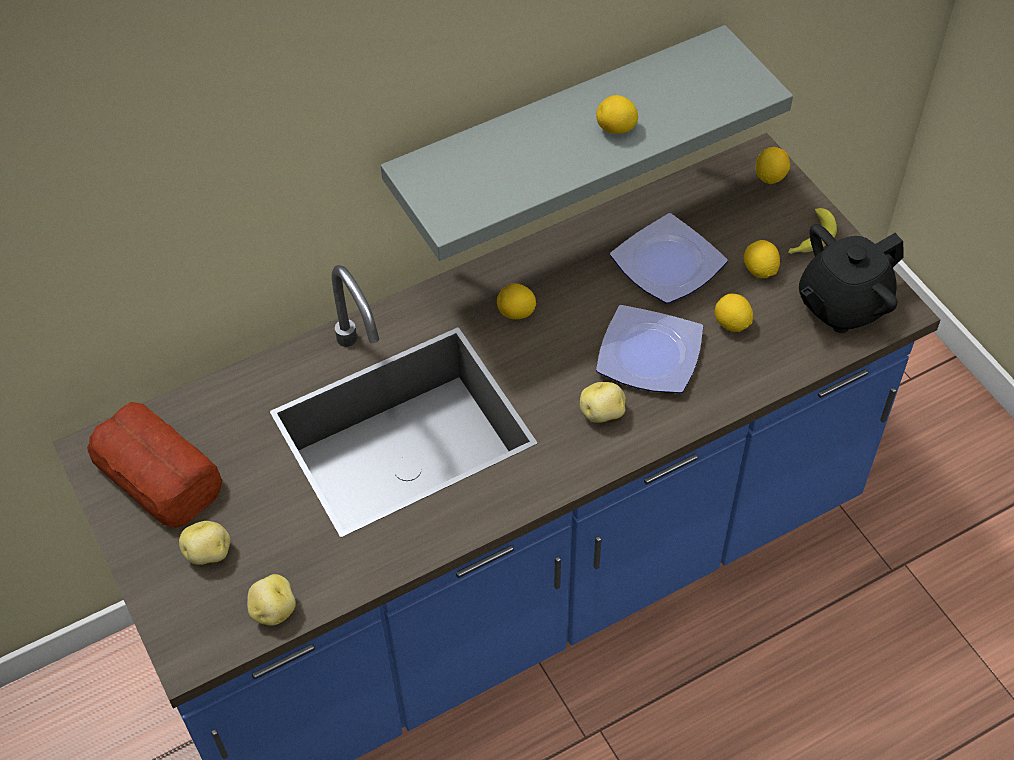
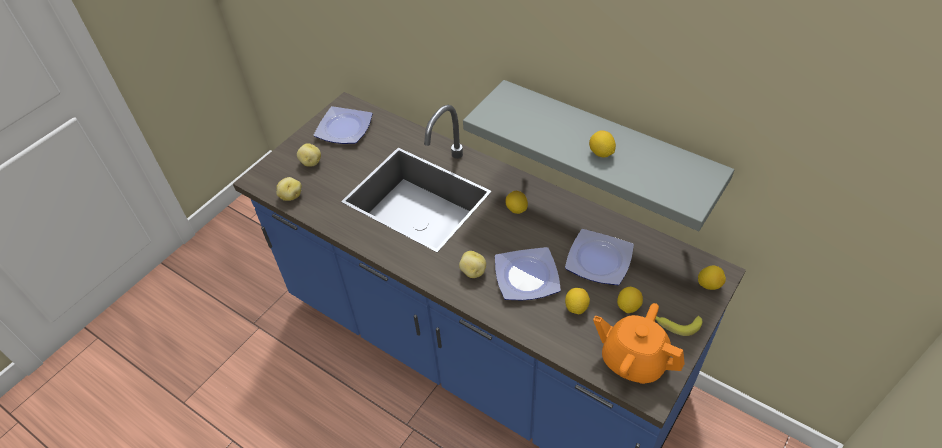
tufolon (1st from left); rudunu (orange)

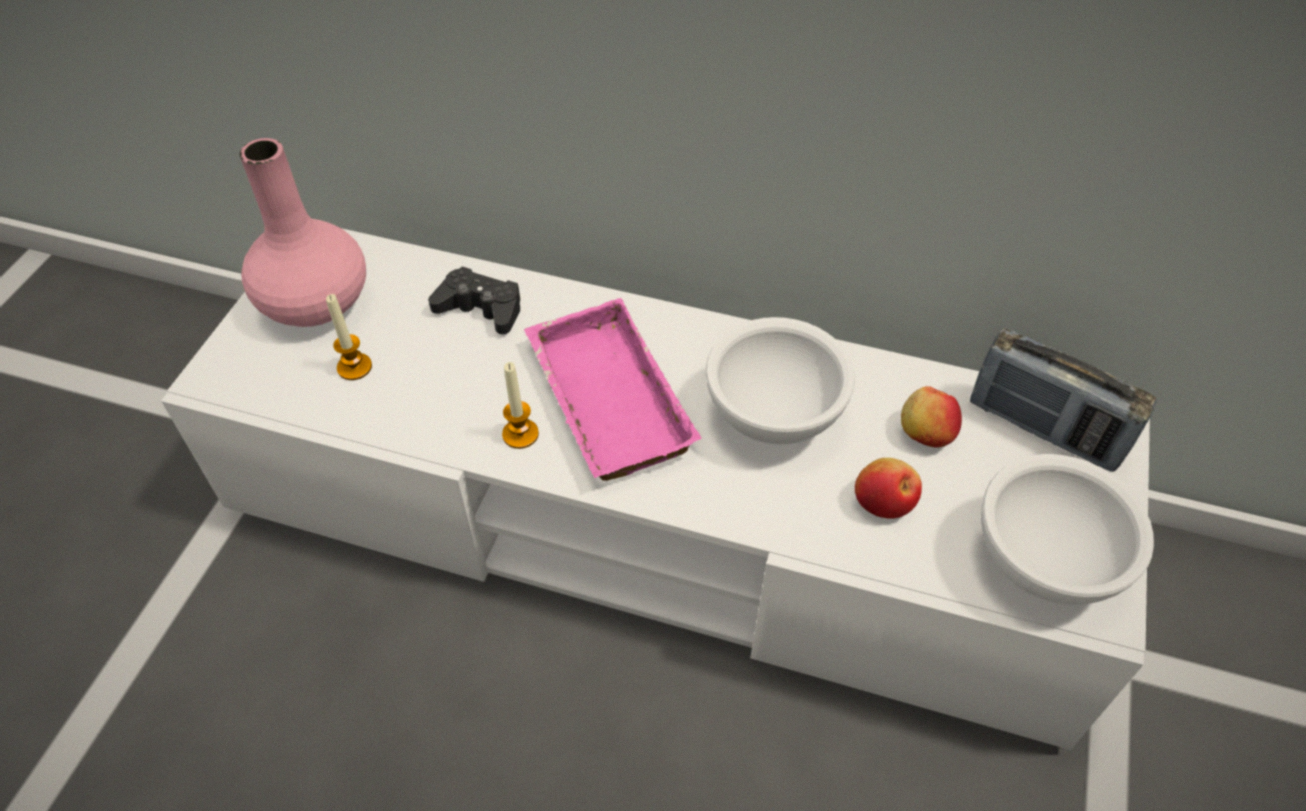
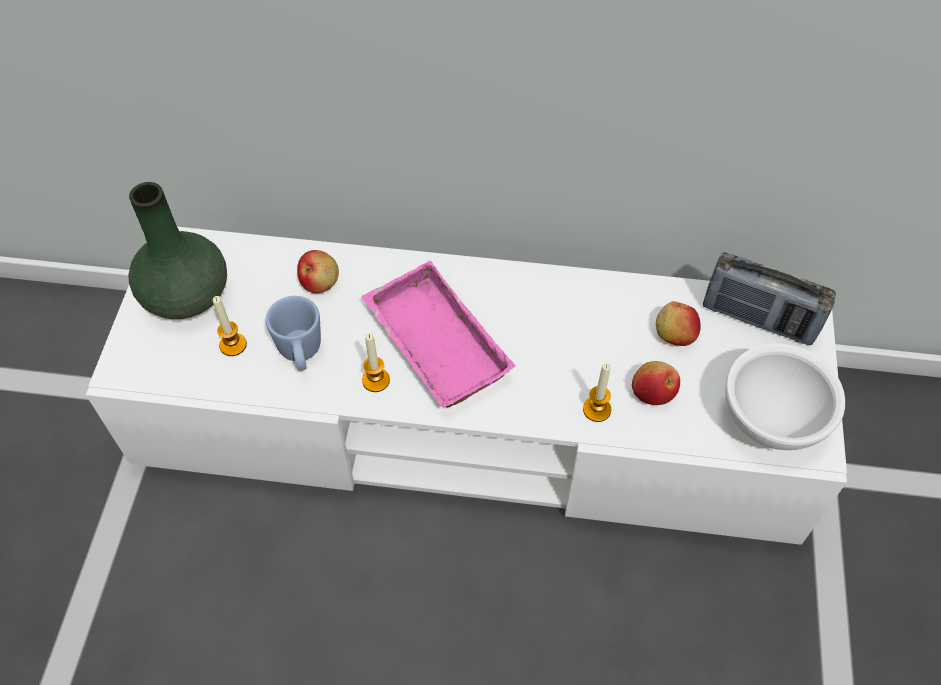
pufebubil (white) (1st from left in the first image); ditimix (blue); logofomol (3rd from left); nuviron (1st from left); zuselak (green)

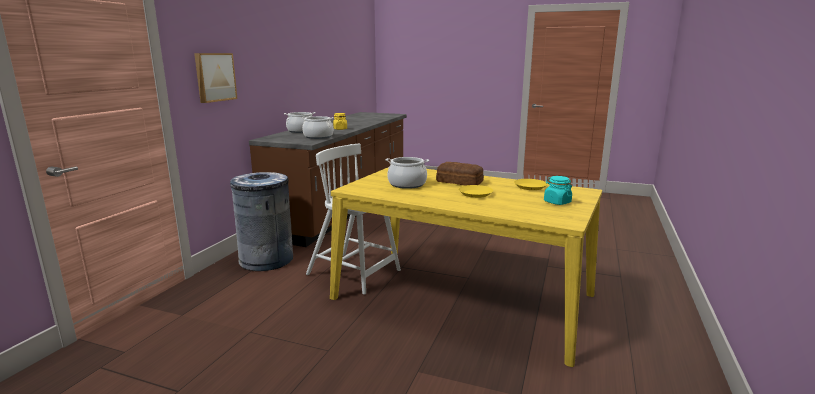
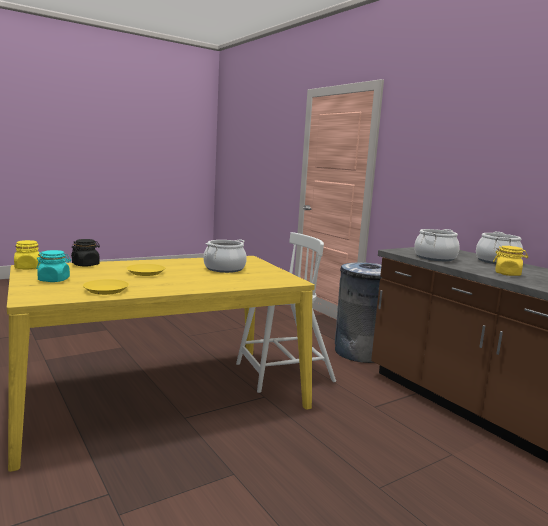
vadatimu; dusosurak; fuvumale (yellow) (1st from left); fuvumale (black)

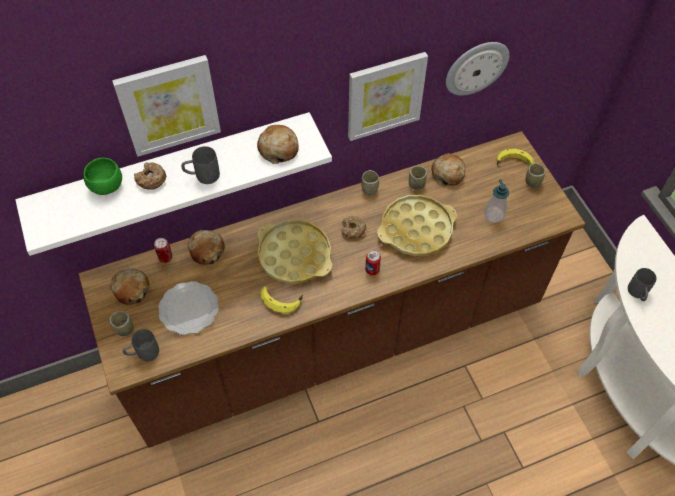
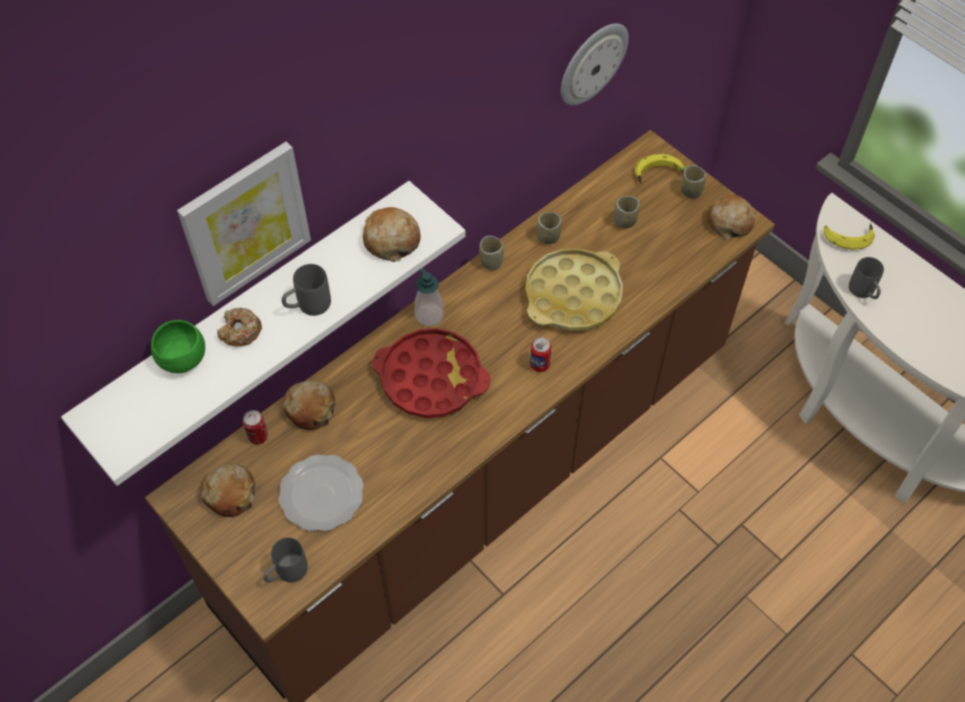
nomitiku (2nd from left in the first image); vadatimu (2nd from left in the first image); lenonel (3rd from left); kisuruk (2nd from left); dusosurak (4th from left); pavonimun; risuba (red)

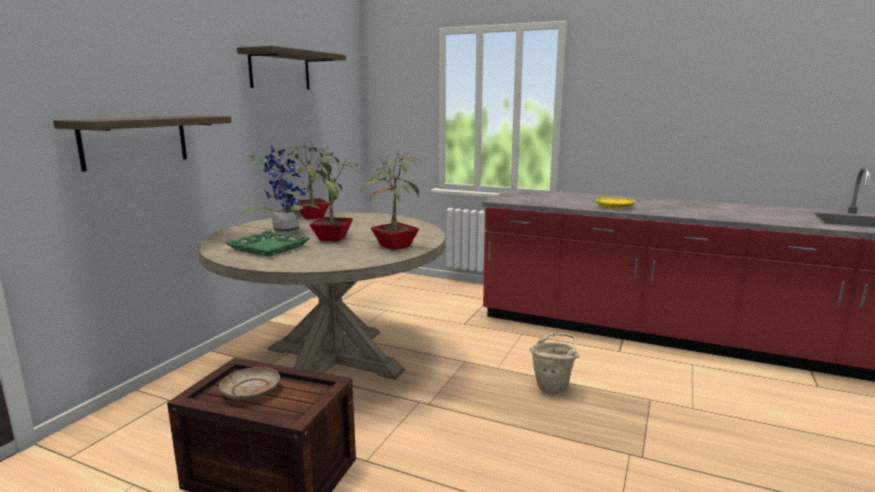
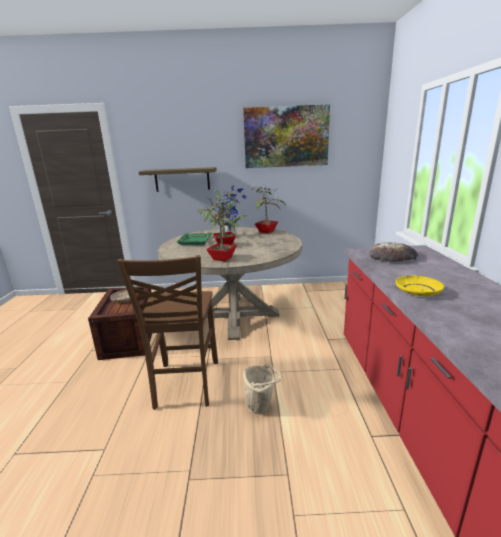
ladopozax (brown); dusosurak; vadatimu

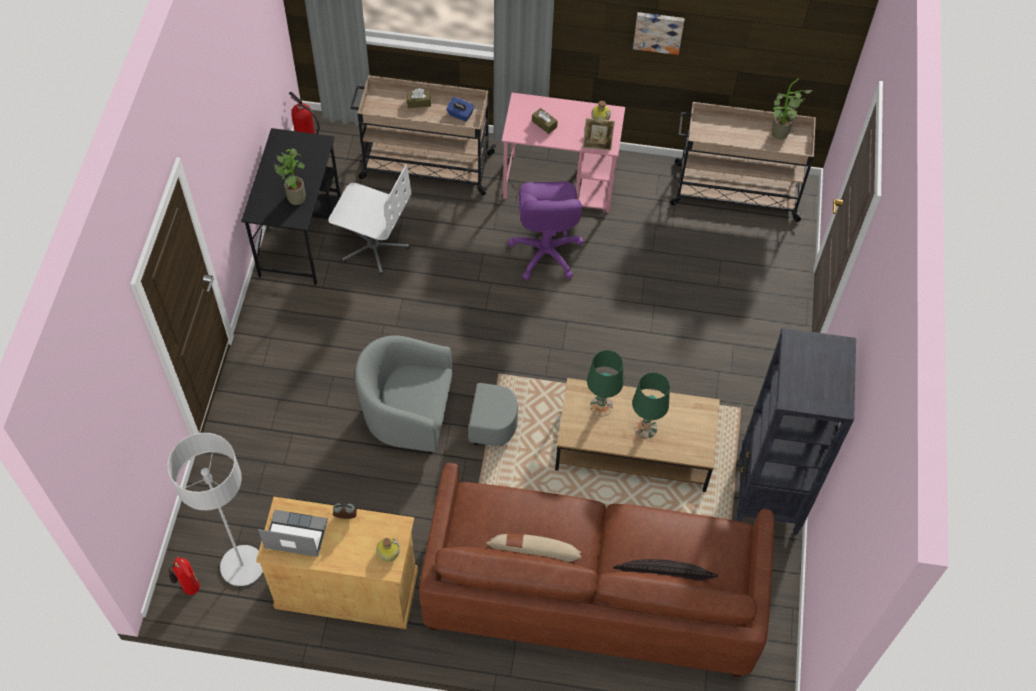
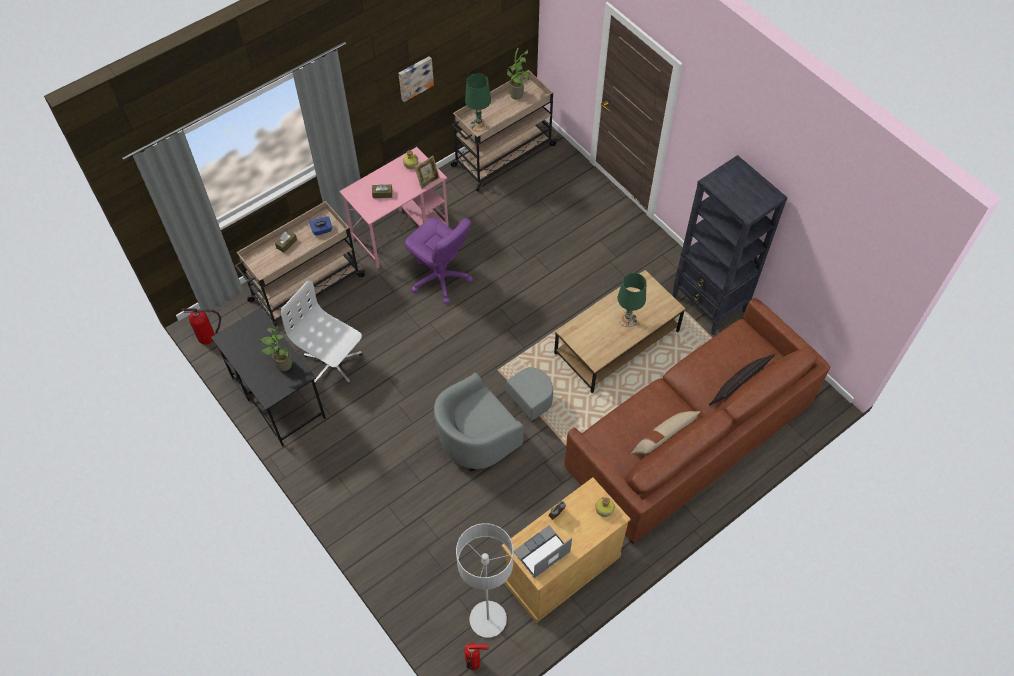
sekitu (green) (1st from left); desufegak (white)

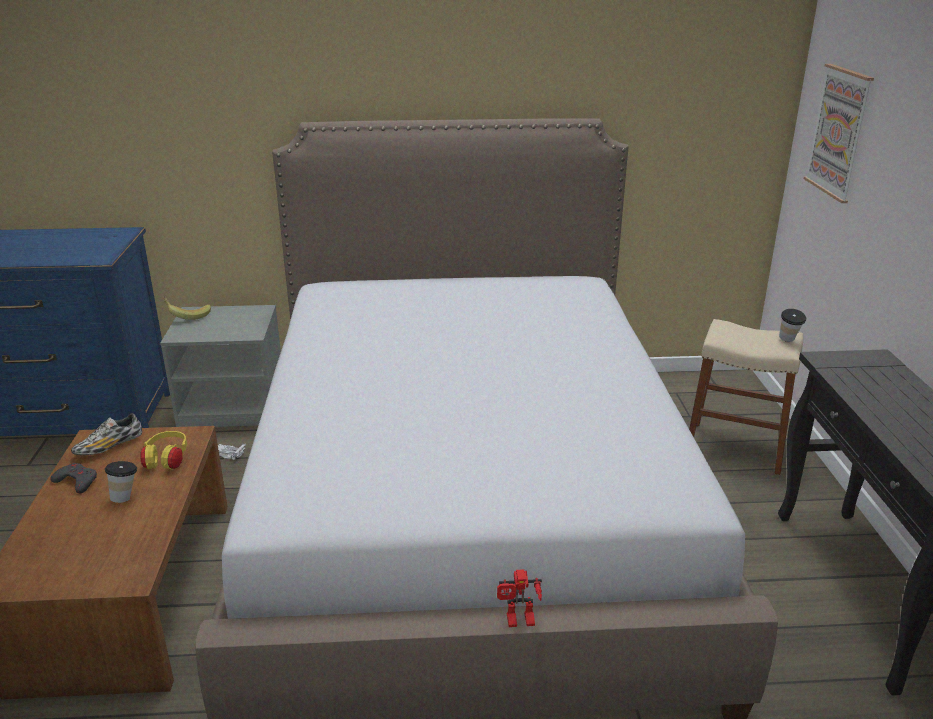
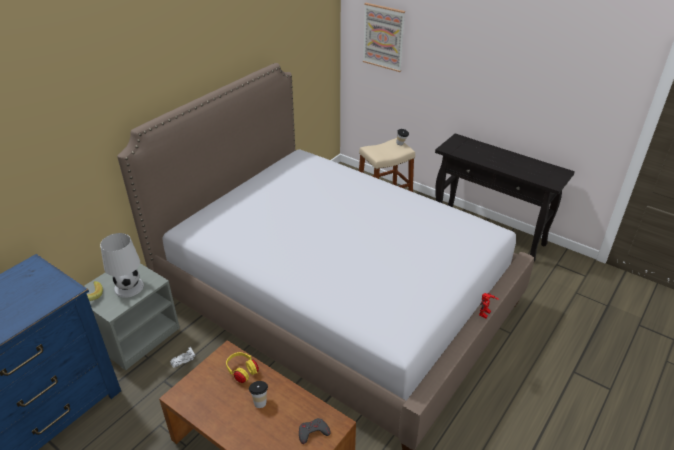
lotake; sekitu (white); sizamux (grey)

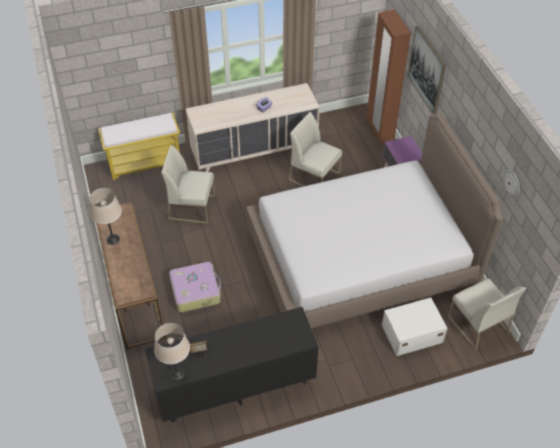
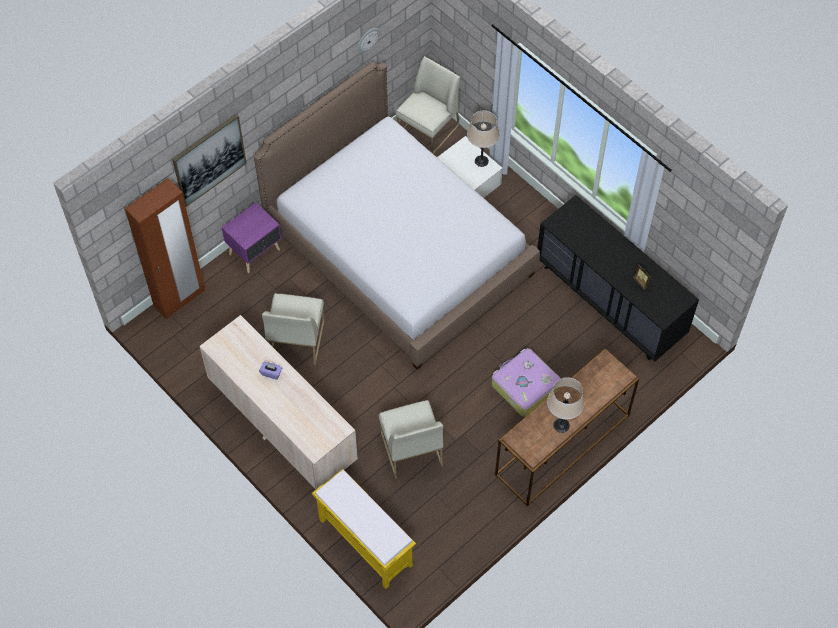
sekitu (beige) (1st from left)

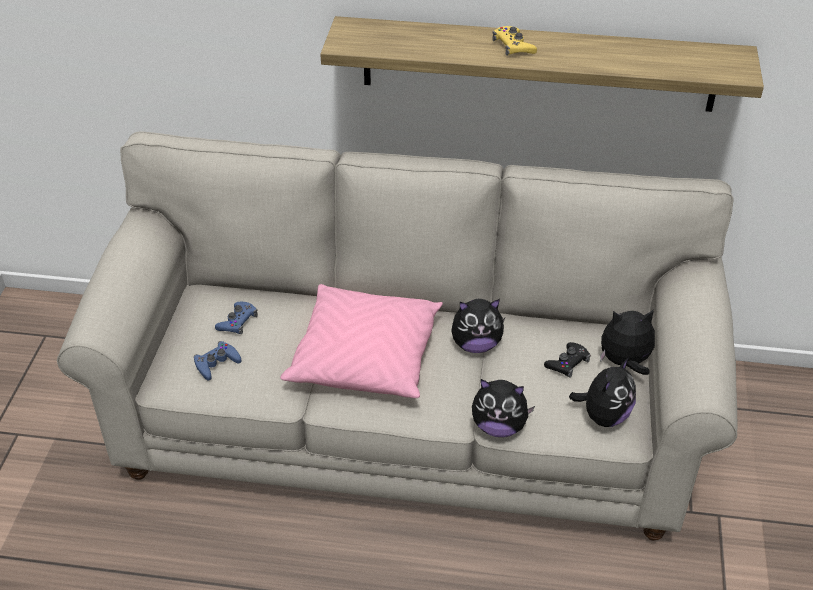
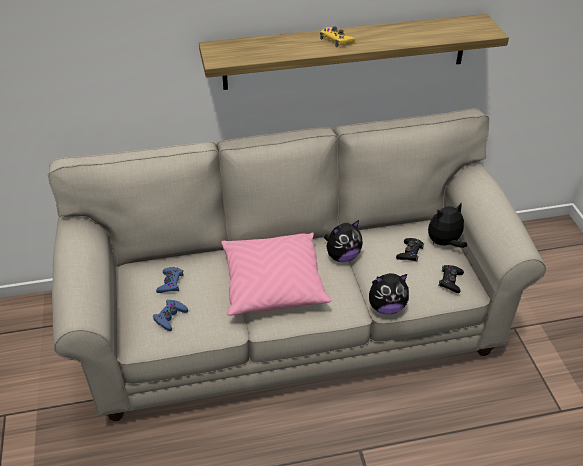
sizamux (black) (2nd from left)

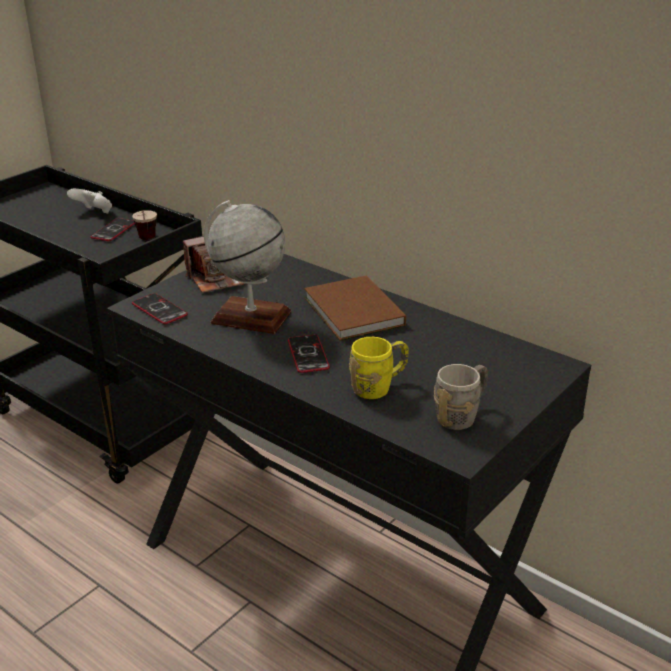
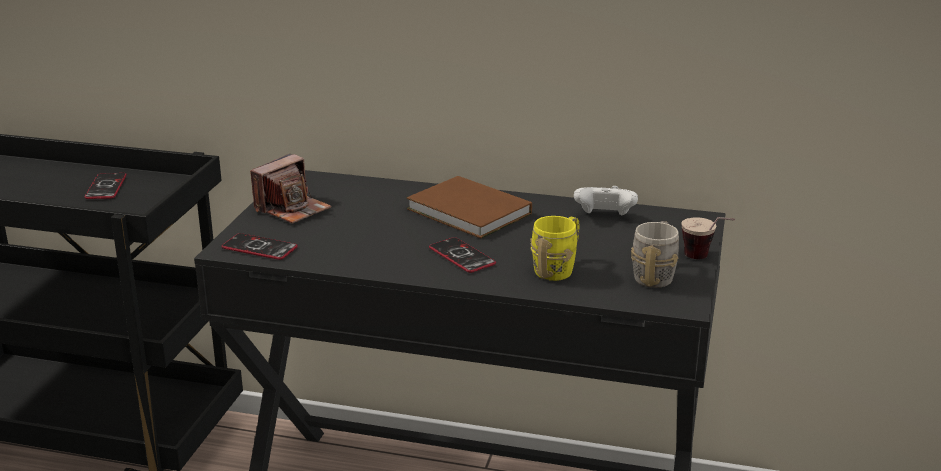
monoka; sizamux (white); lenonel

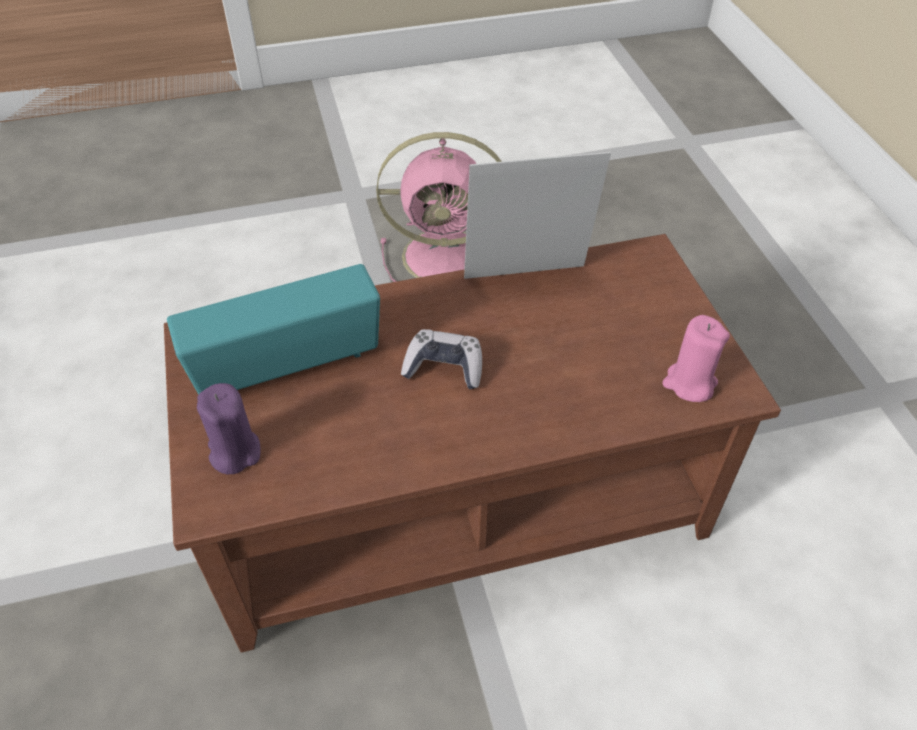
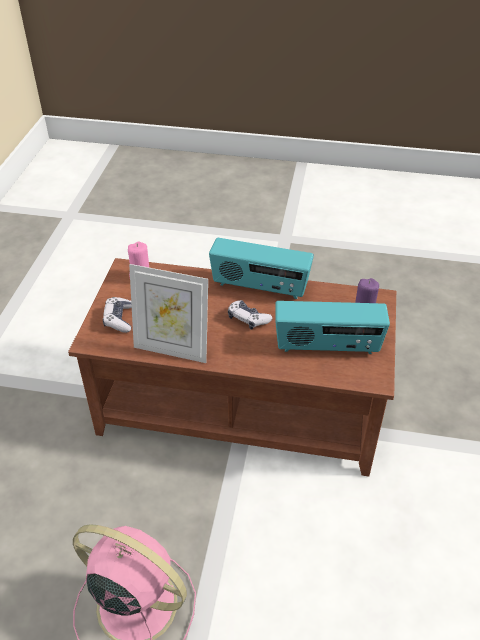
sizamux (1st from left); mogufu (1st from left)

